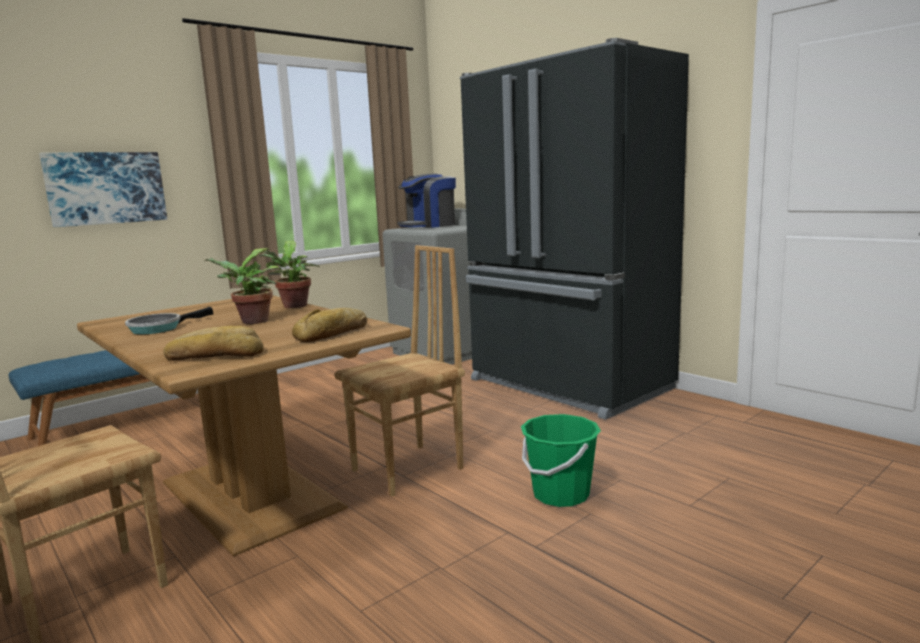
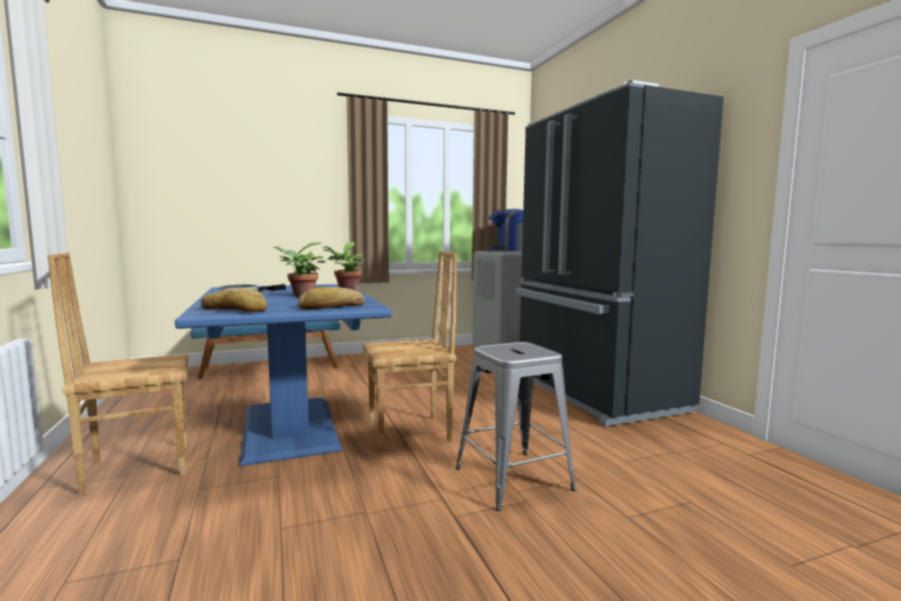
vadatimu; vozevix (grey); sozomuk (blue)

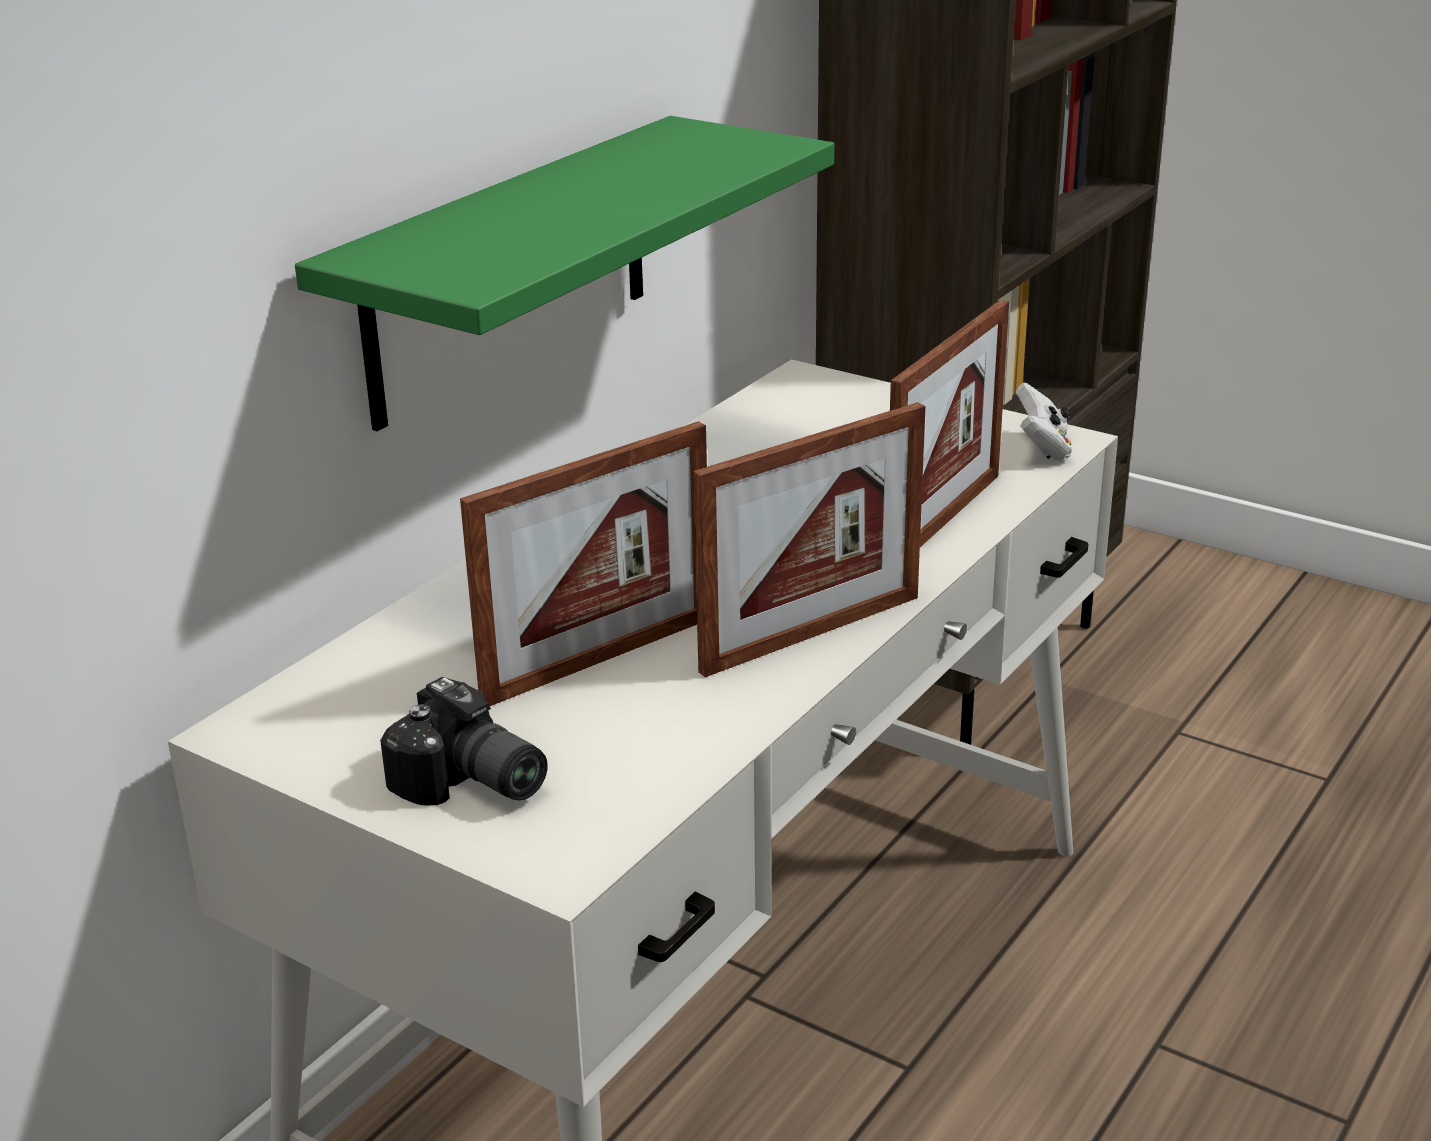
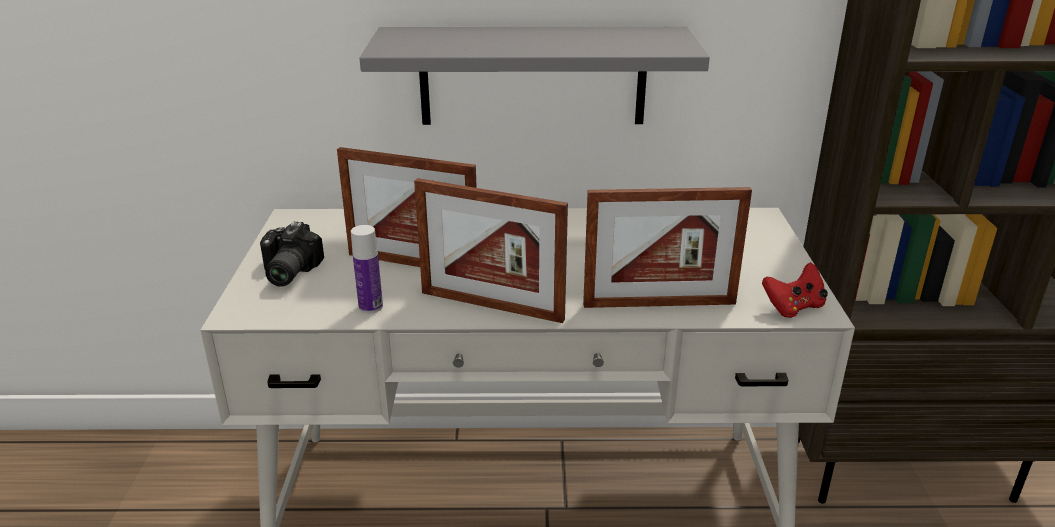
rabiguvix; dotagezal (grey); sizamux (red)

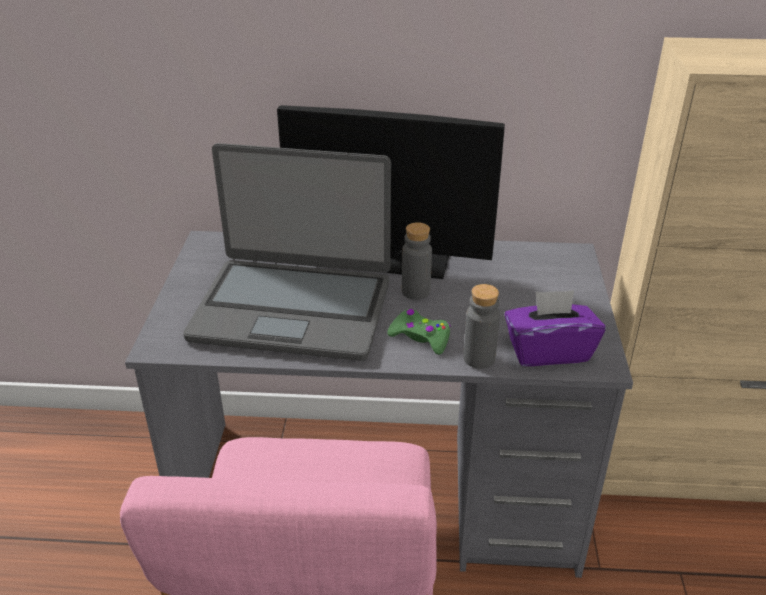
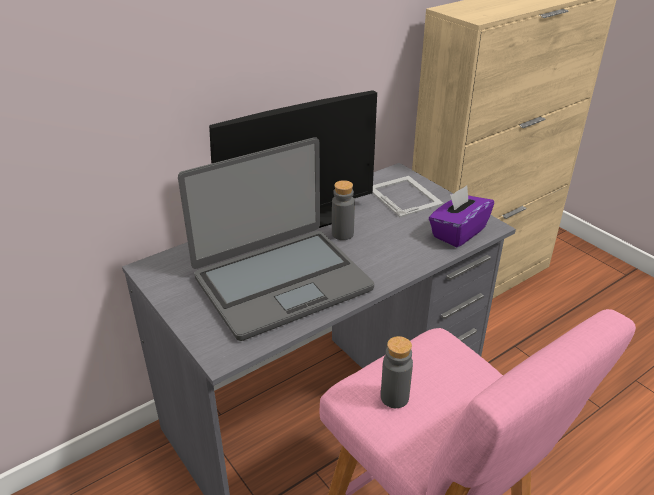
sizamux (green); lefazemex; rabiguvix (grey) (2nd from left)

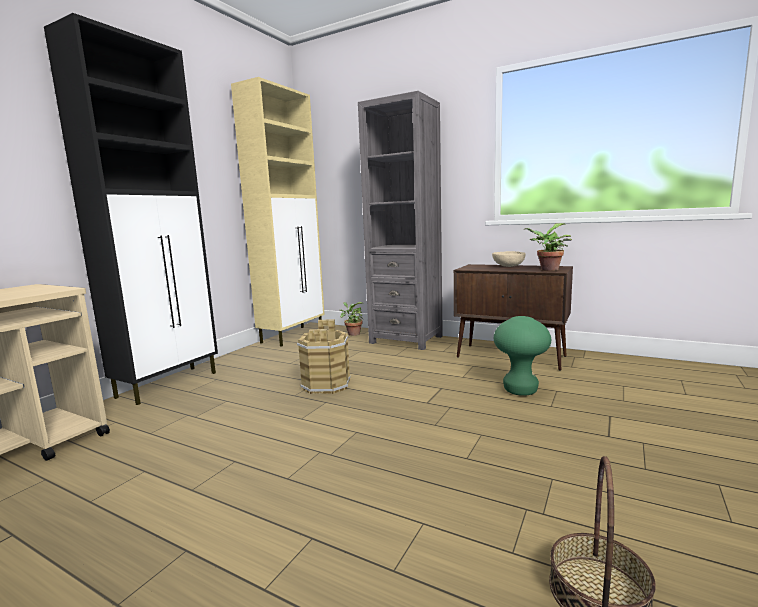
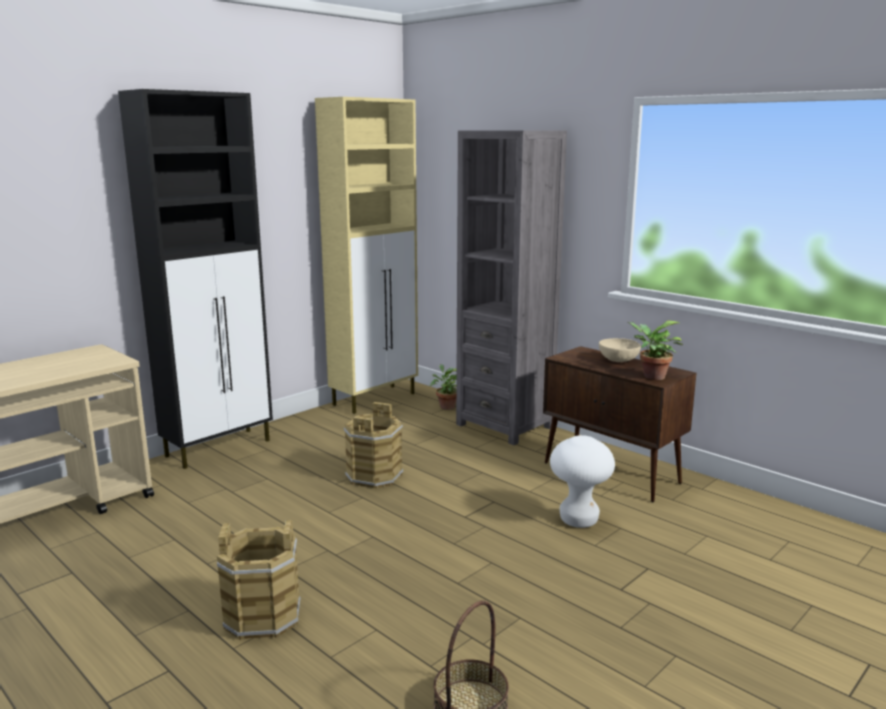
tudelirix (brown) (1st from left); vozevix (white)

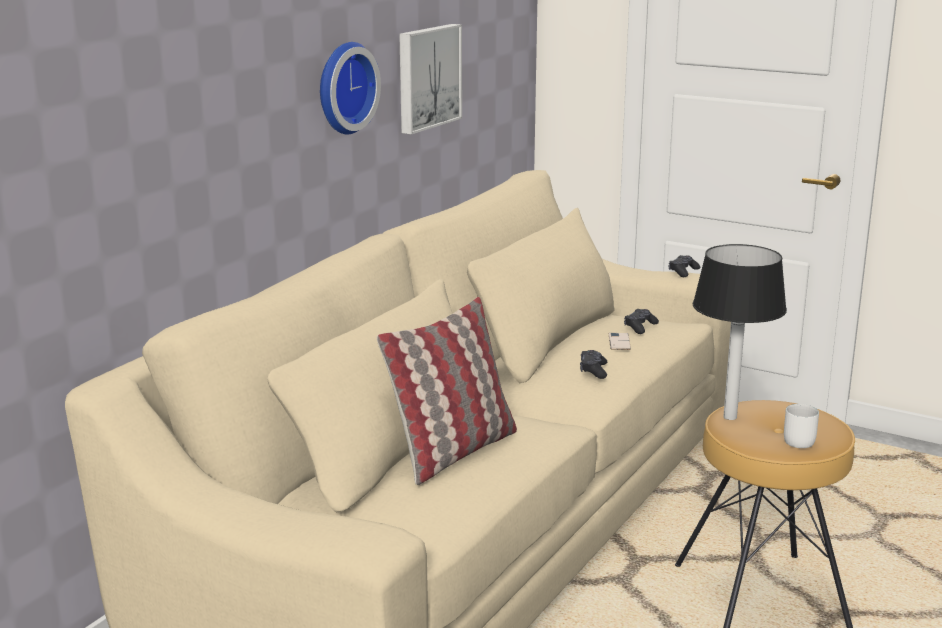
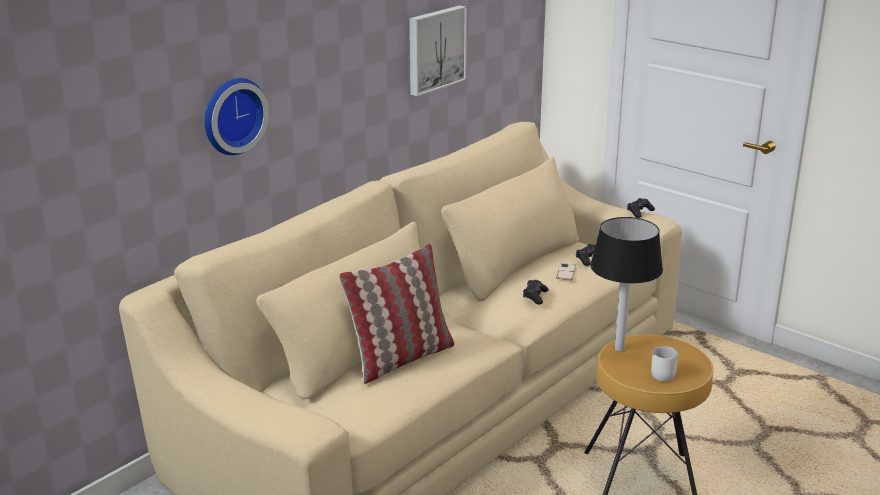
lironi

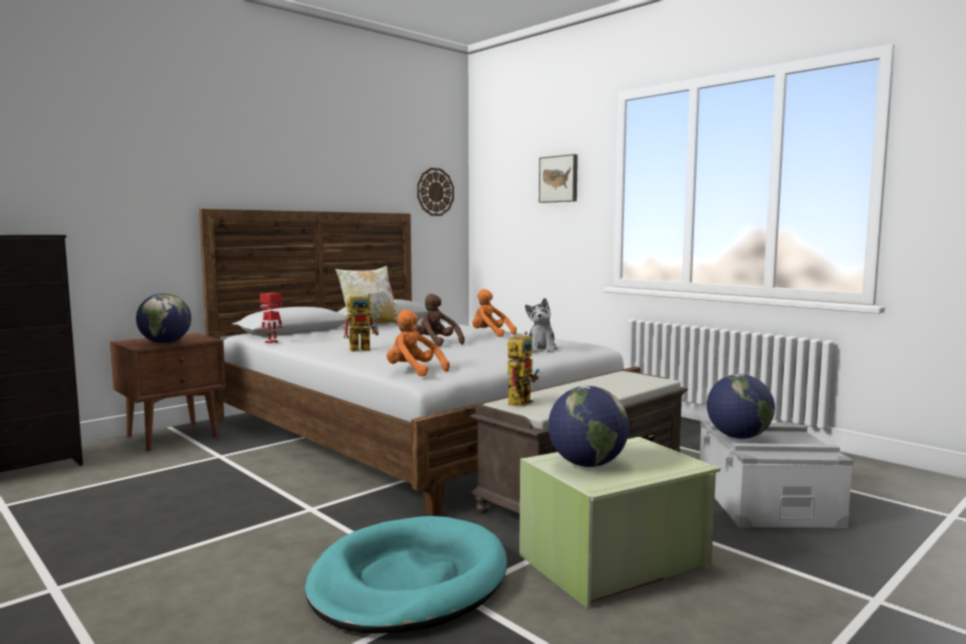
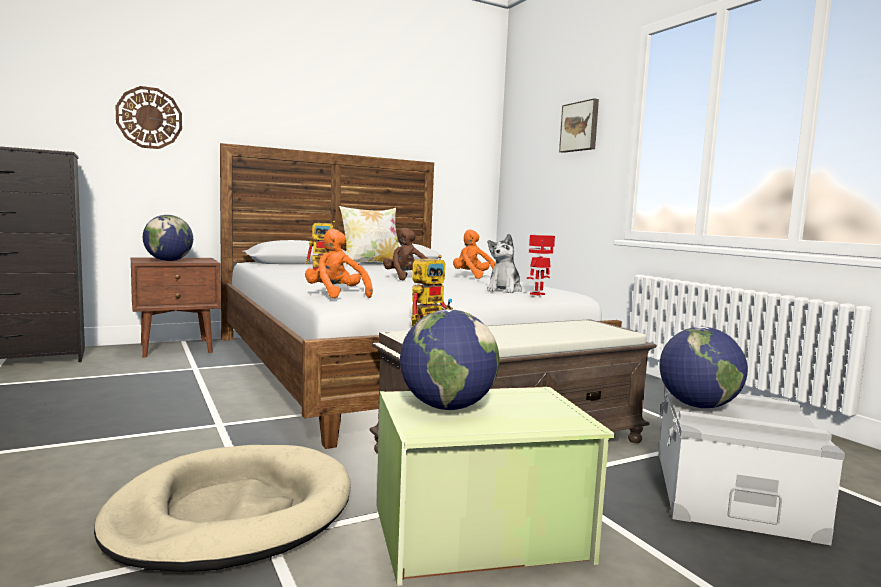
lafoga (3rd from left); lironi; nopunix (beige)

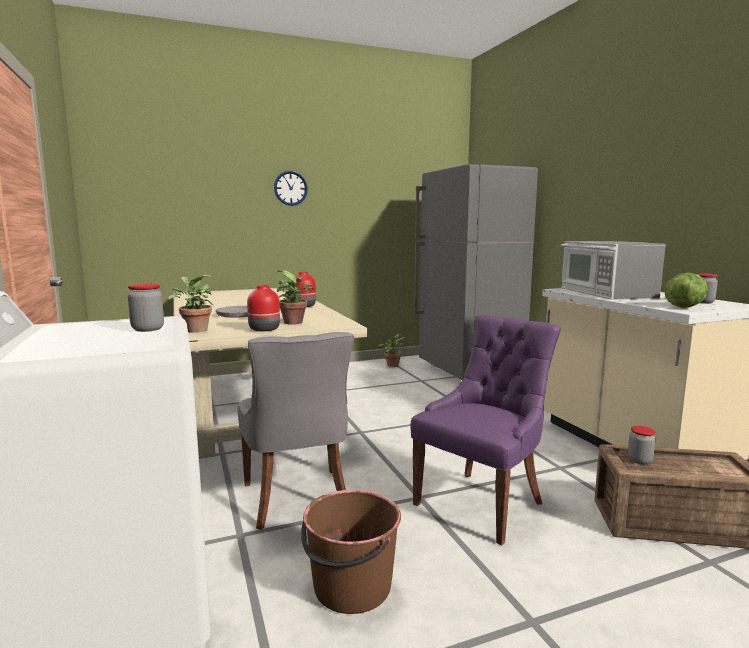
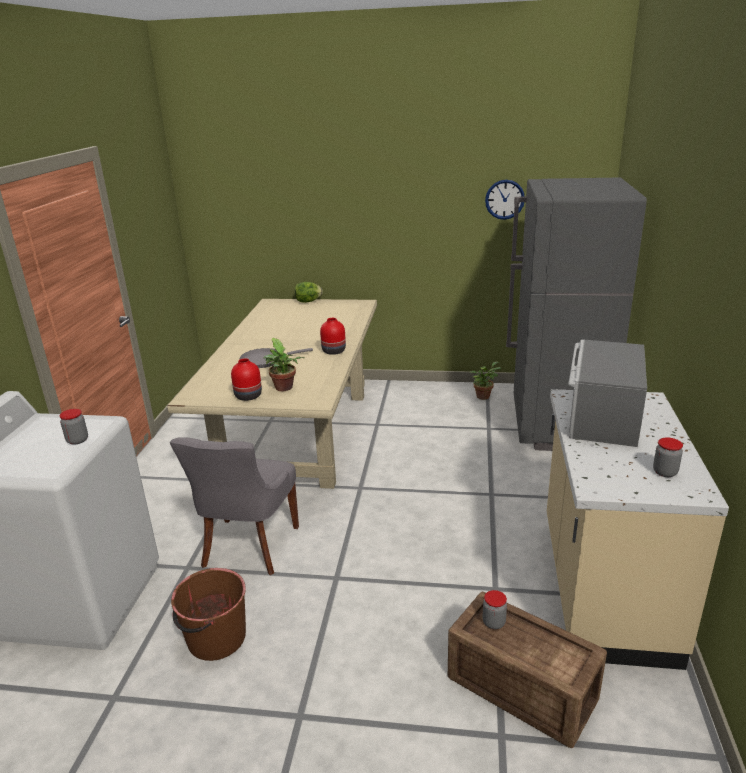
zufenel (1st from left in the first image); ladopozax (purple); lironi; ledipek

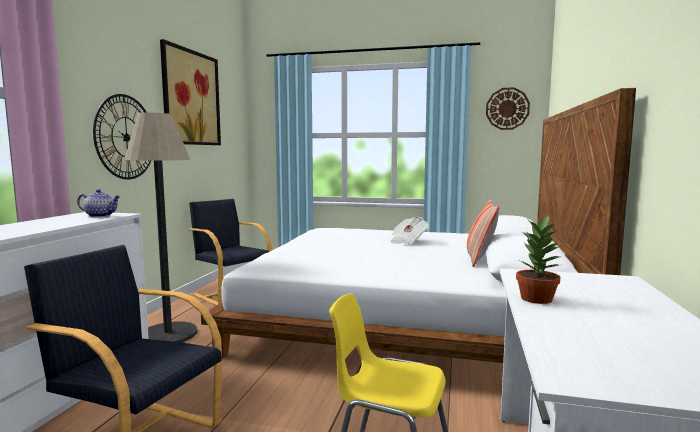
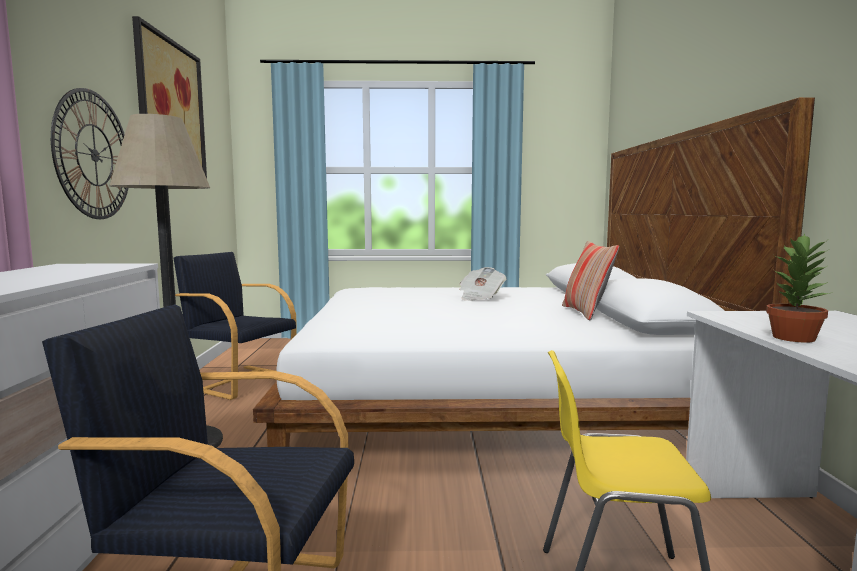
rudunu; lironi (2nd from left in the first image)

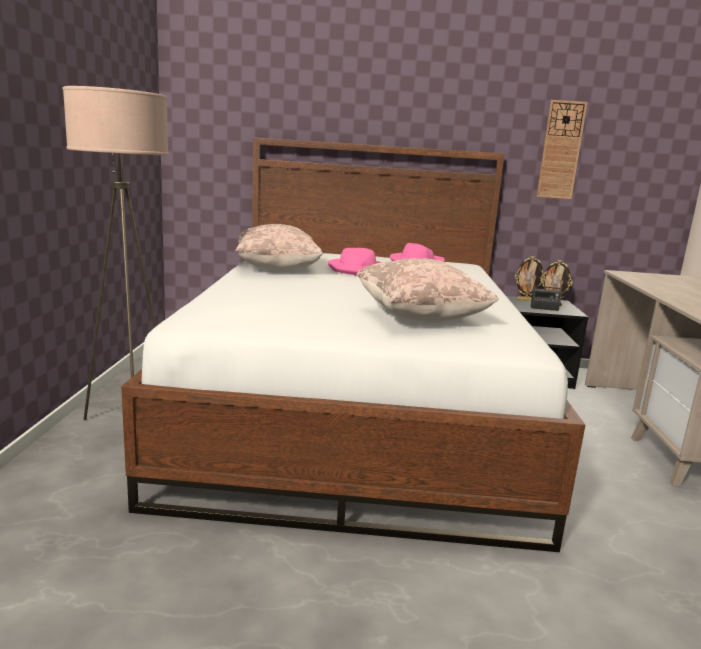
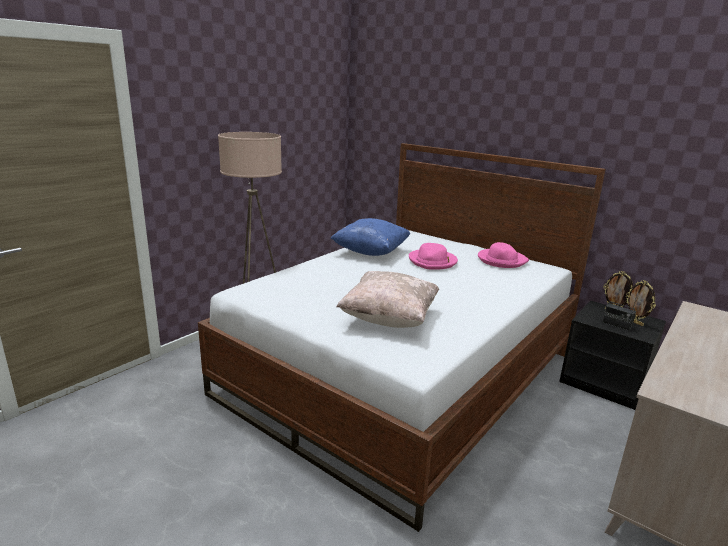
lironi; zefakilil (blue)

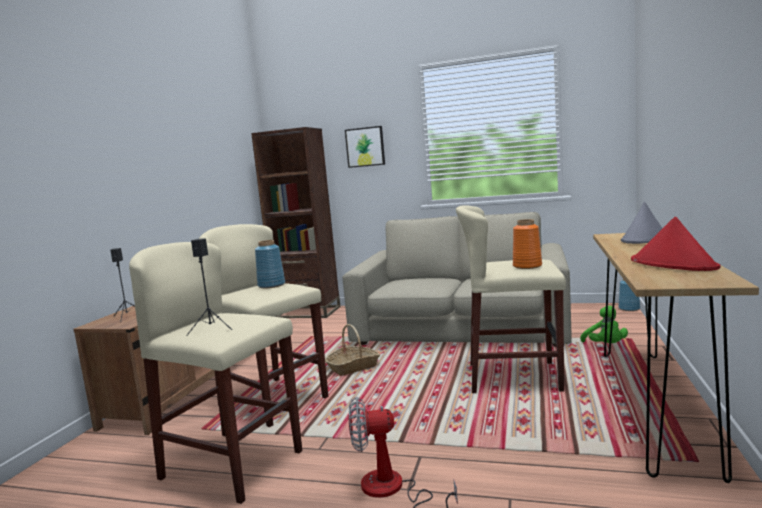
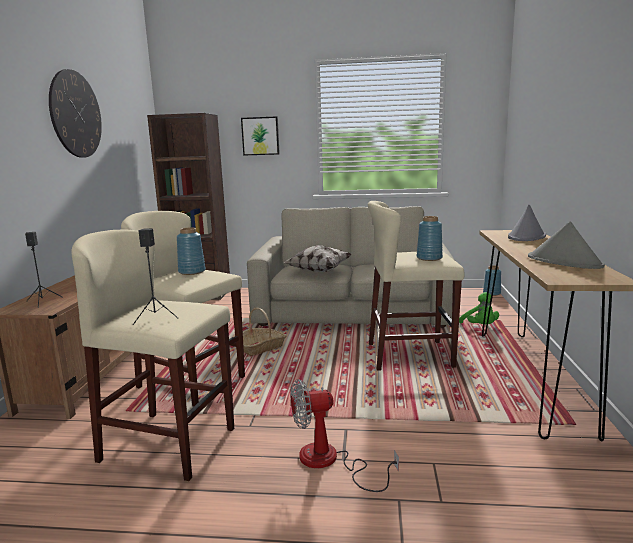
lironi; zefakilil; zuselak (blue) (2nd from left); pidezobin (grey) (2nd from left)

